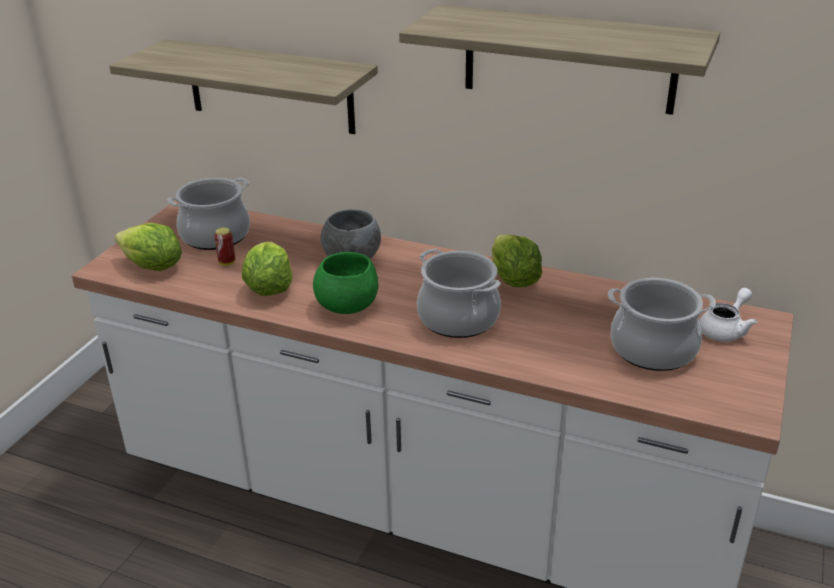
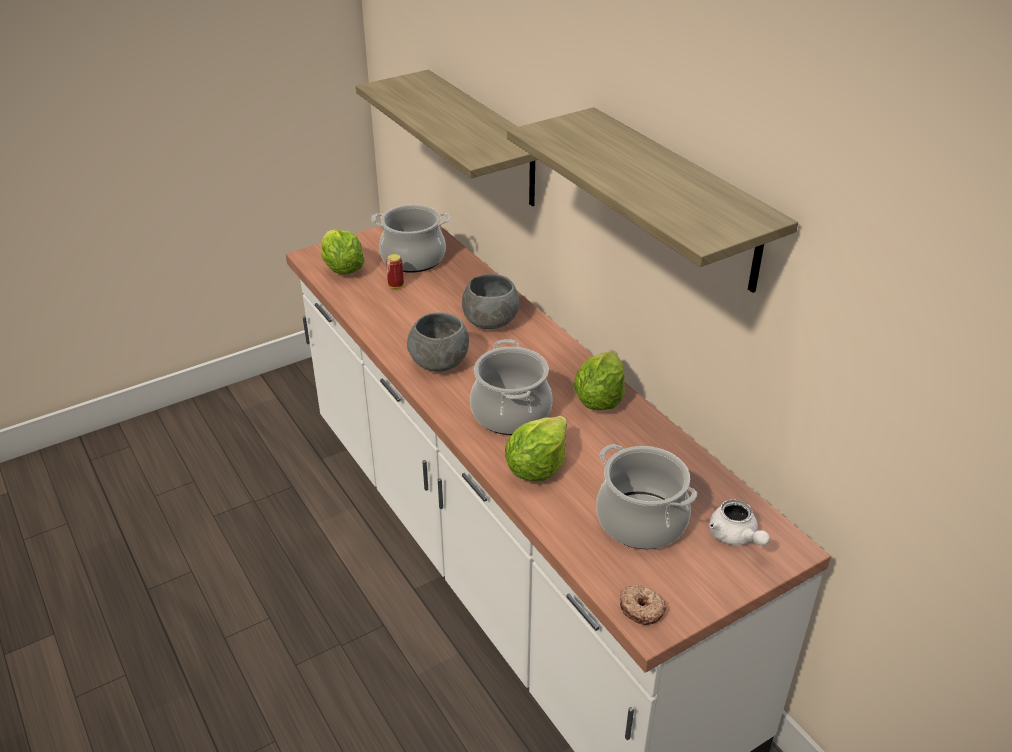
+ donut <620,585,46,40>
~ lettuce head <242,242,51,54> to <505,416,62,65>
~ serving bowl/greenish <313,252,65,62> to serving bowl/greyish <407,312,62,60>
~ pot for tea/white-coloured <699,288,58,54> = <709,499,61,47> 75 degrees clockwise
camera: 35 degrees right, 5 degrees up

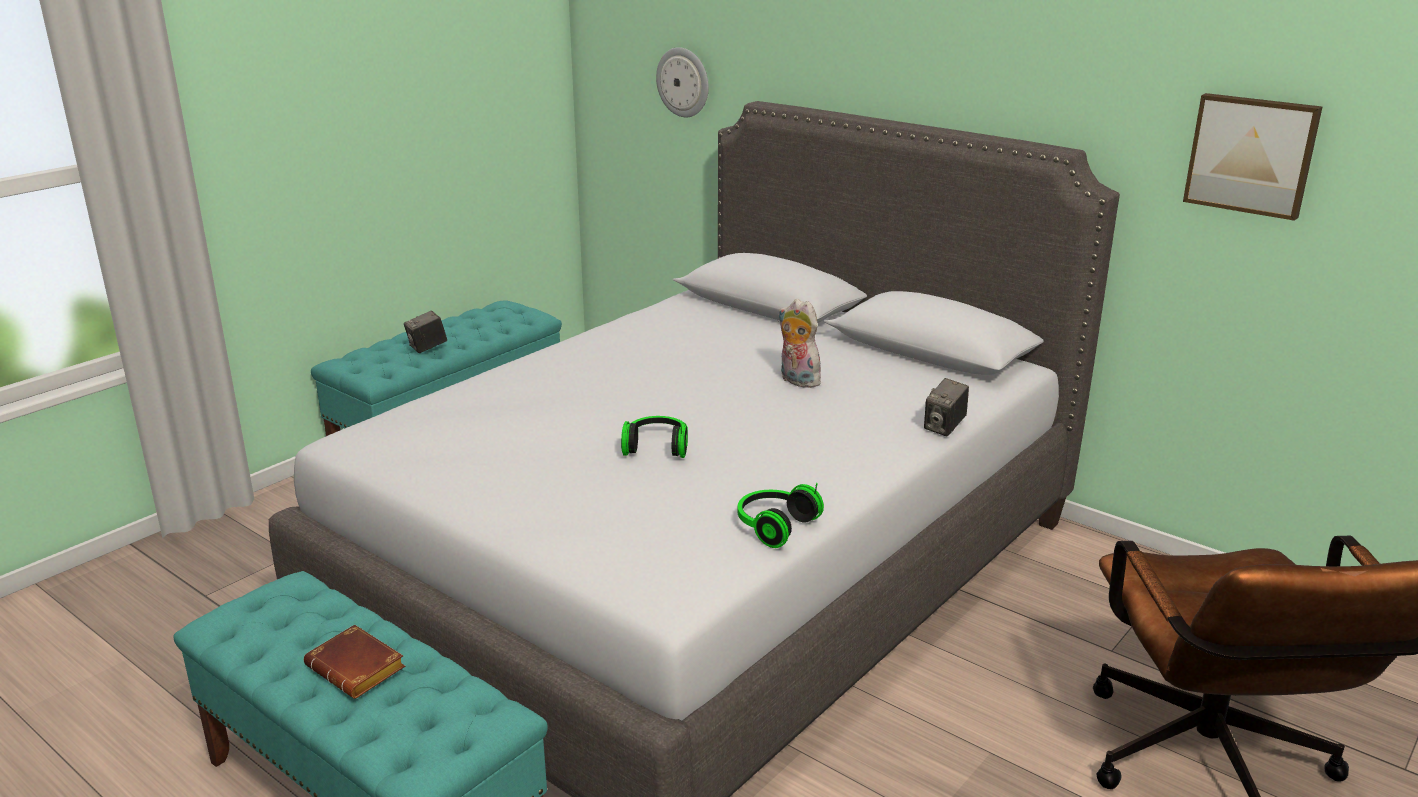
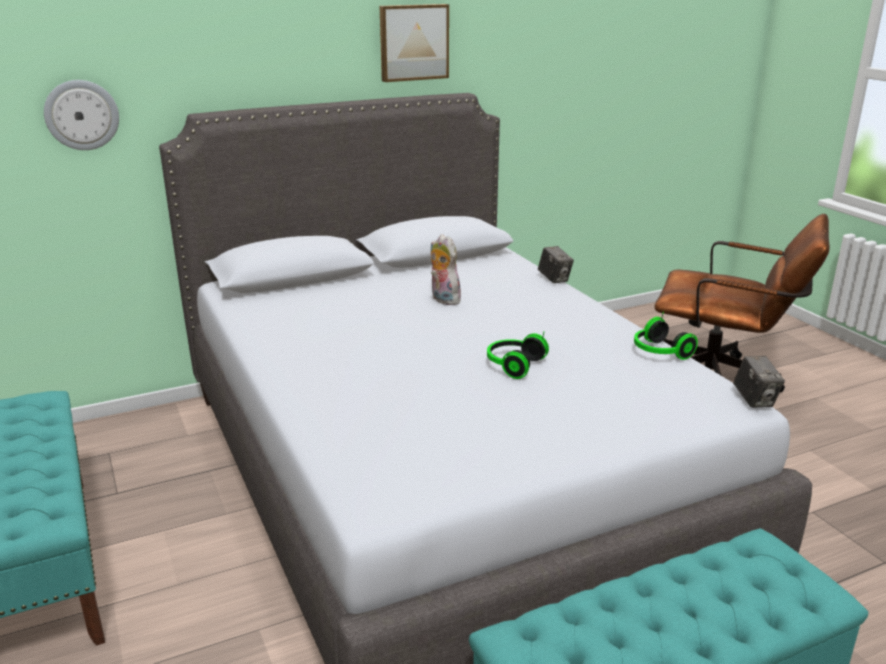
- book/brown <304,625,101,74>
~ photo camera <404,311,43,42> to <733,356,52,52>
~ picture <1183,93,139,128> to <380,4,69,78>
~ soft toy <778,299,48,89> = <431,234,30,71> 75 degrees clockwise
camera: 65 degrees left, 0 degrees up

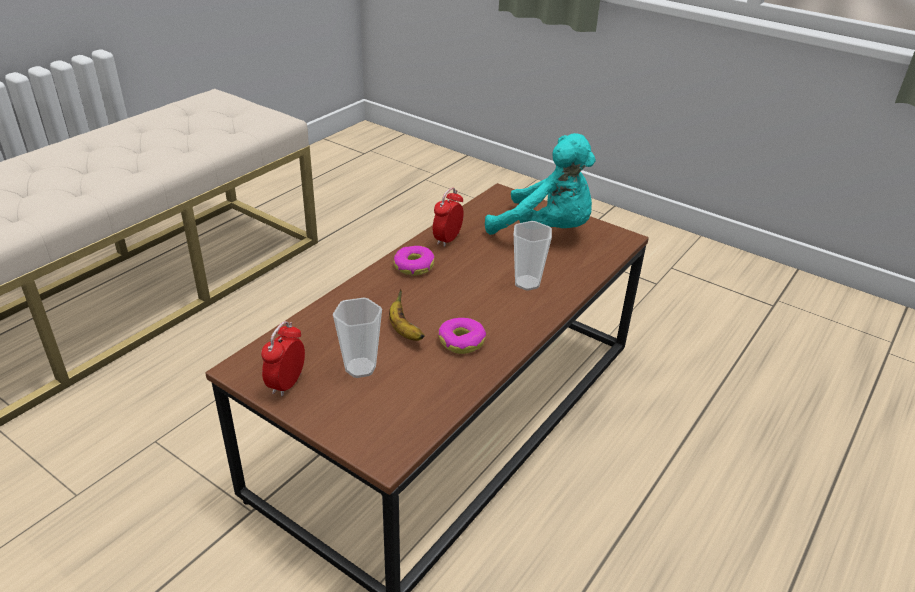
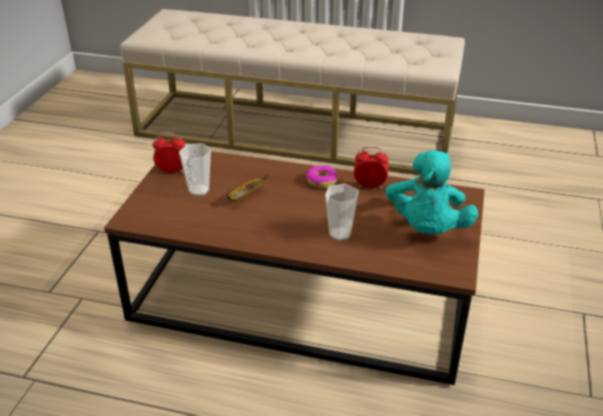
- donut <438,318,48,36>
camera: 70 degrees right, 0 degrees up

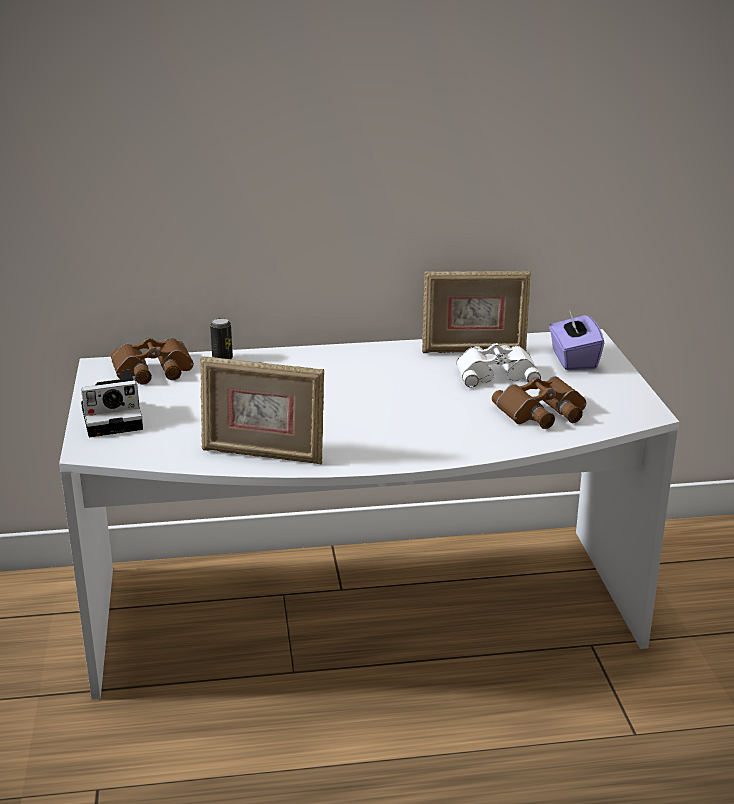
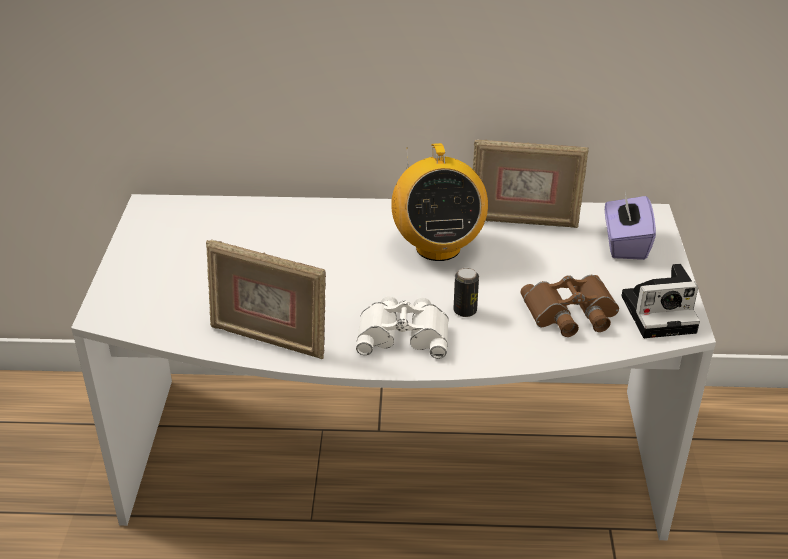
- binoculars/brown <111,337,83,48>
+ radio receiver <391,143,97,118>
~ photo camera <81,370,62,67> to <622,264,78,74>
~ can <210,318,23,41> to <453,268,26,49>
~ binoculars/white-coloured <456,343,85,45> to <356,296,93,63>
camera: 10 degrees right, 10 degrees up

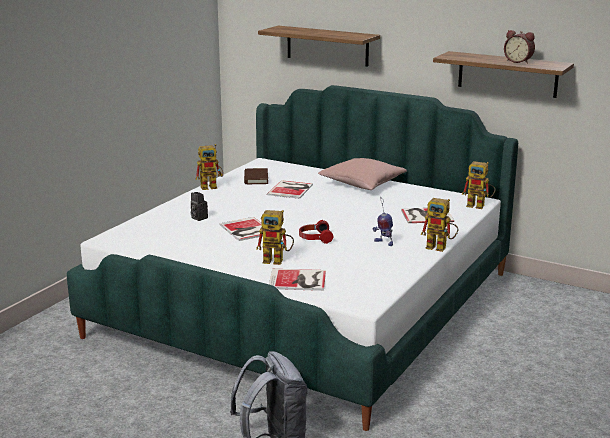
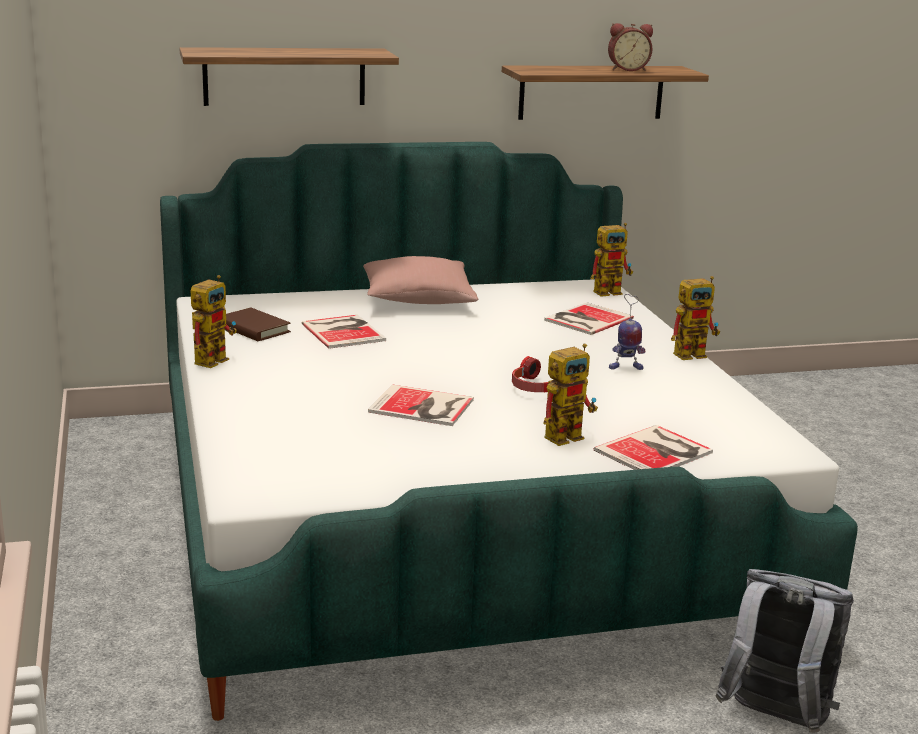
- photo camera <191,192,17,29>
camera: 45 degrees left, 0 degrees up

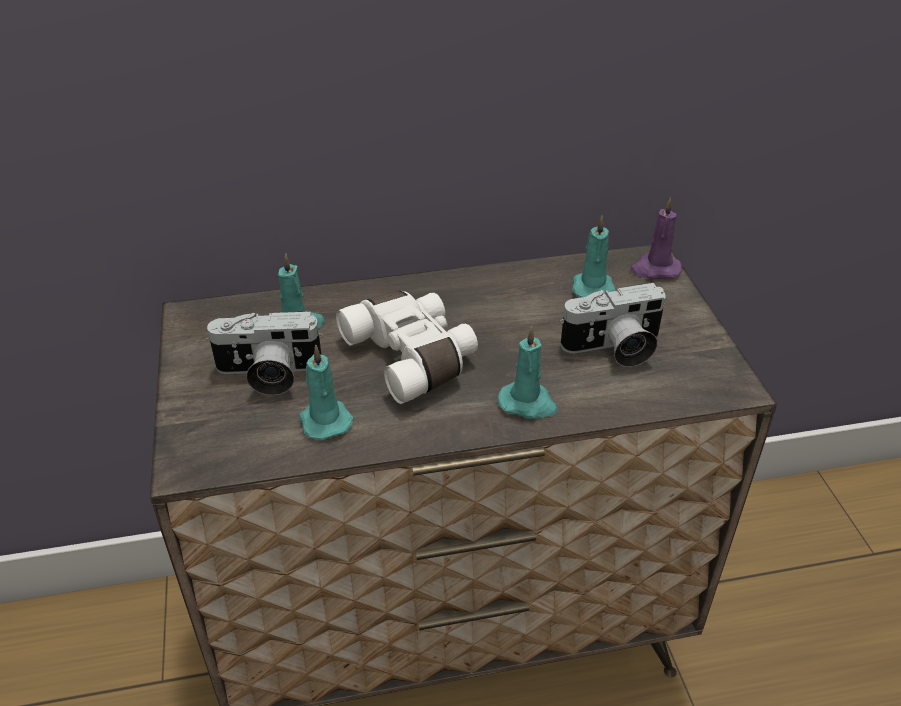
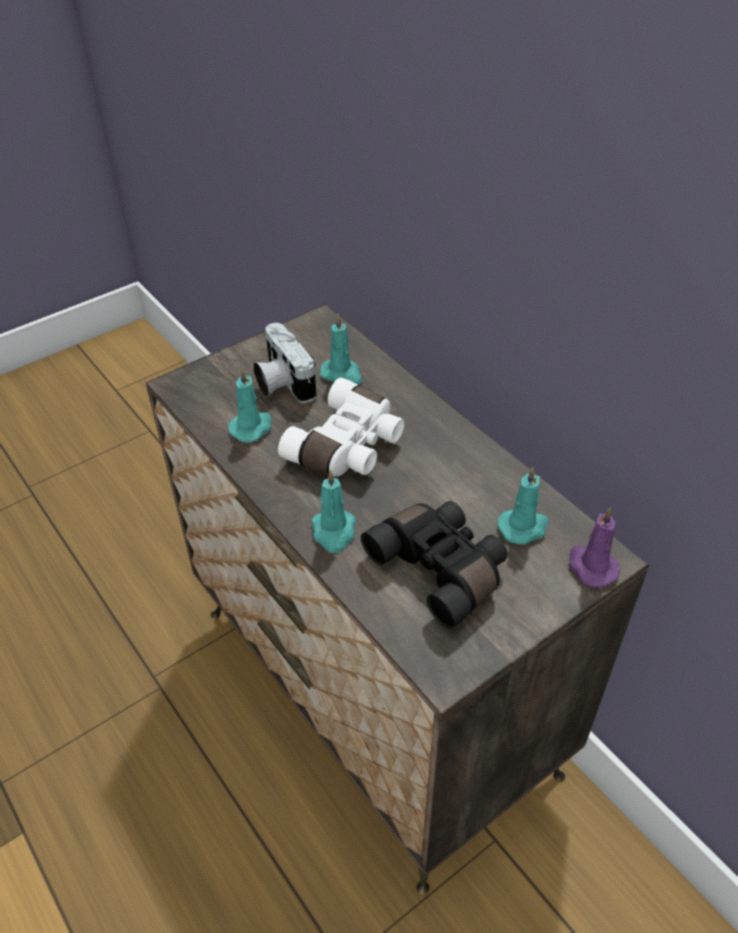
~ photo camera <560,283,106,84> to binoculars/black <361,501,147,128>
camera: 65 degrees right, 5 degrees up

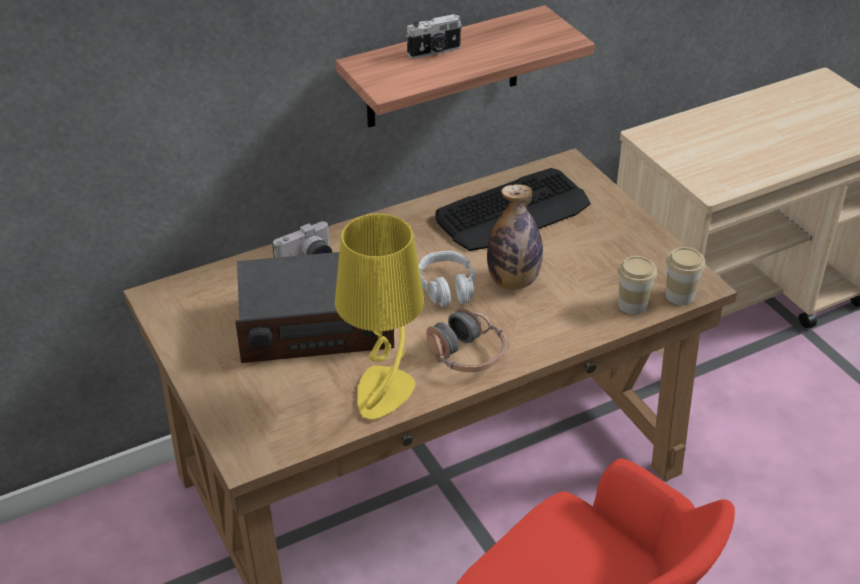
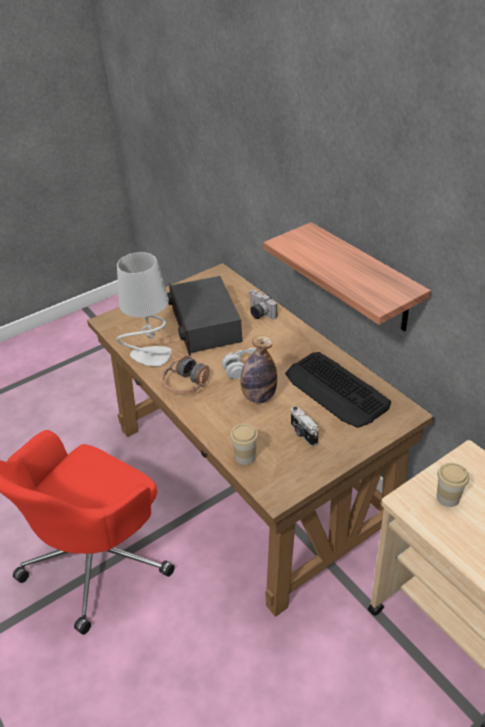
~ photo camera <406,14,56,45> to <291,406,27,40>
~ small cup <666,247,39,58> to <437,463,32,44>
~ tabletop lamp/yellowish <335,213,89,207> to tabletop lamp/greyish <117,252,55,114>
camera: 85 degrees right, 0 degrees up

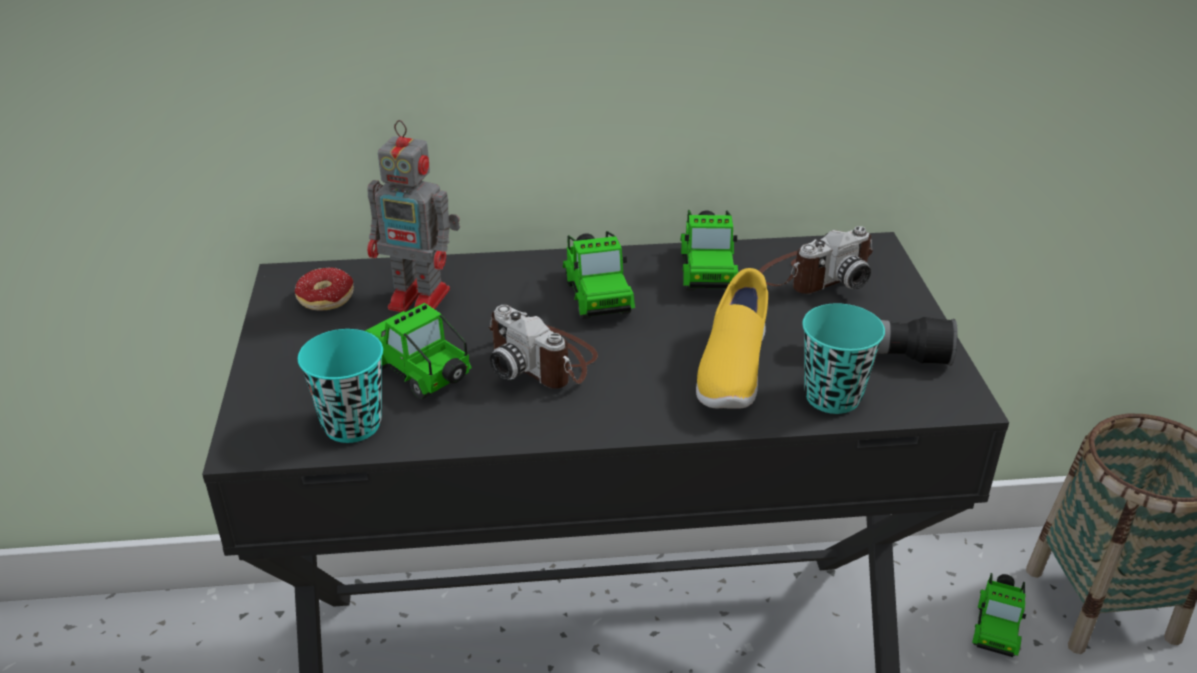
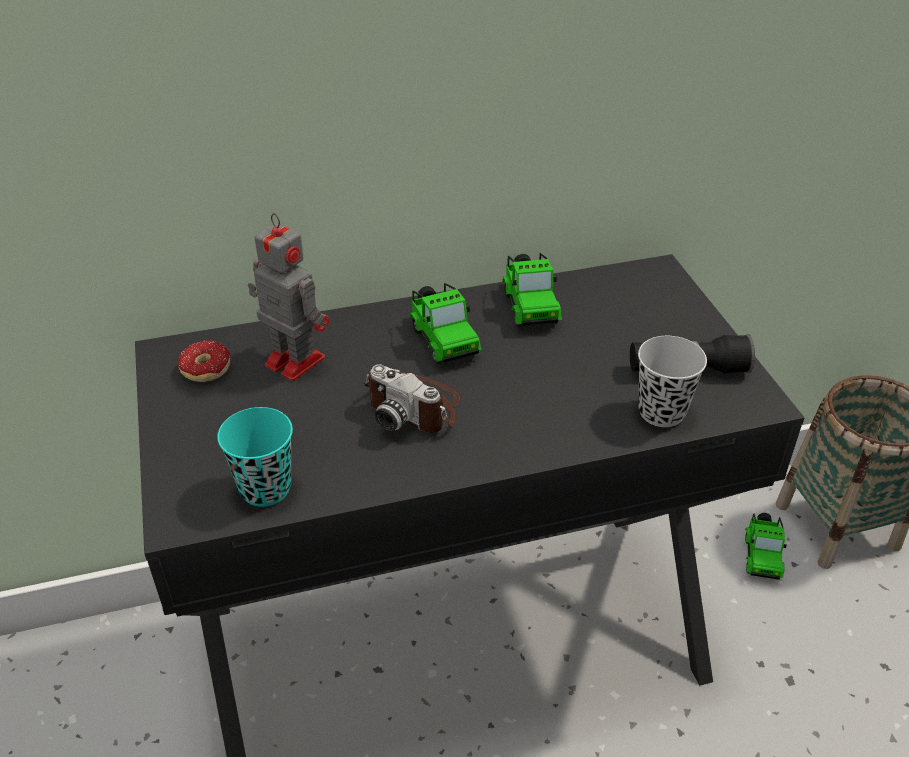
- toy car <365,303,107,96>
- shoe/yellowish <696,268,72,141>
- photo camera <759,226,114,68>
~ small cup/blue-green <802,303,83,111> to small cup/black <638,336,69,91>
~ toy robot <367,120,93,192> = <248,213,81,168> 150 degrees counterclockwise
camera: 10 degrees left, 5 degrees up

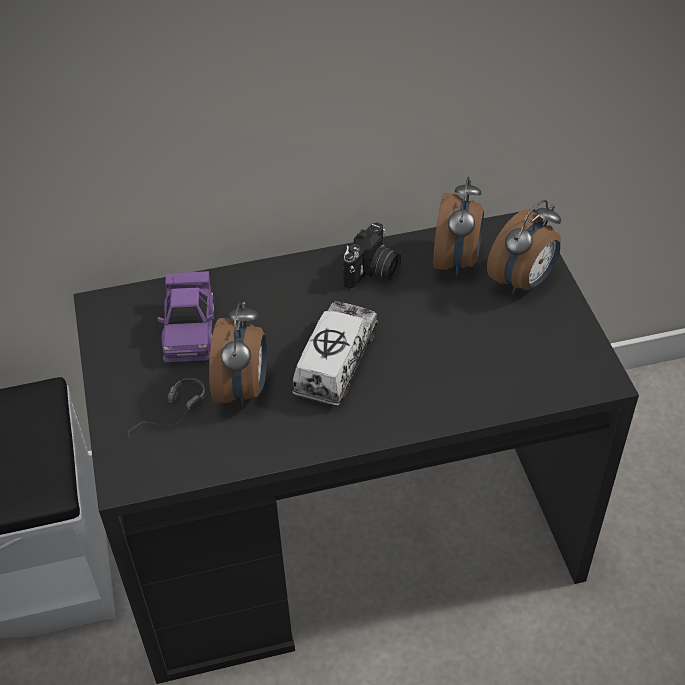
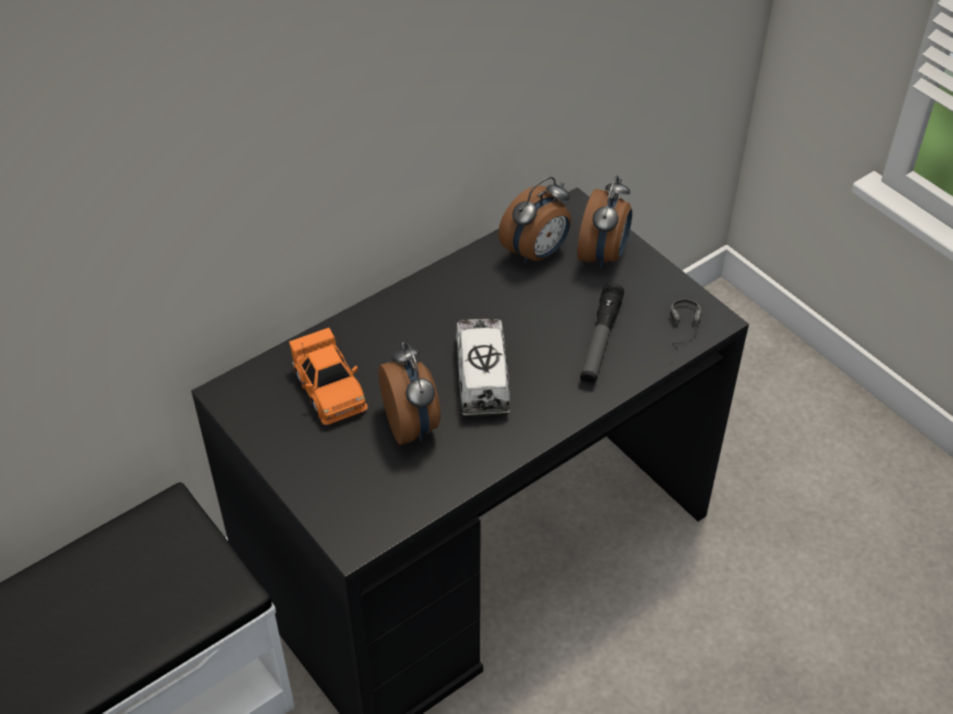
- photo camera <343,222,58,67>
+ torch <580,283,44,101>
~ headphones <128,378,77,59> to <670,298,32,58>
~ toy car/purple-coloured <157,271,58,92> to toy car/orange-coloured <289,328,79,97>
~ bedside clock <433,177,51,99> = <498,177,73,87> 60 degrees clockwise
camera: 25 degrees left, 0 degrees up

